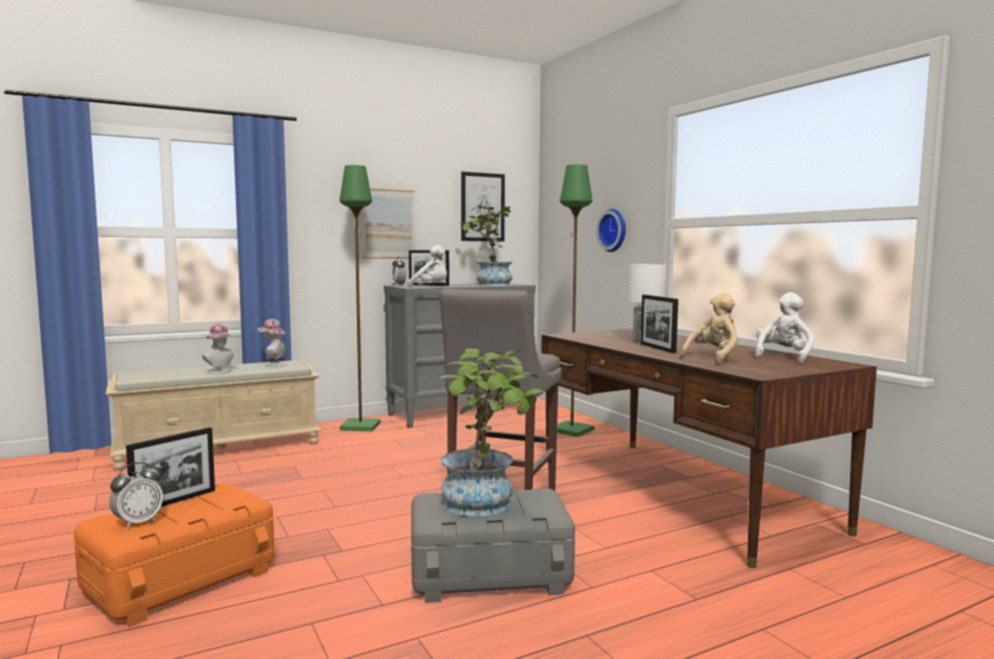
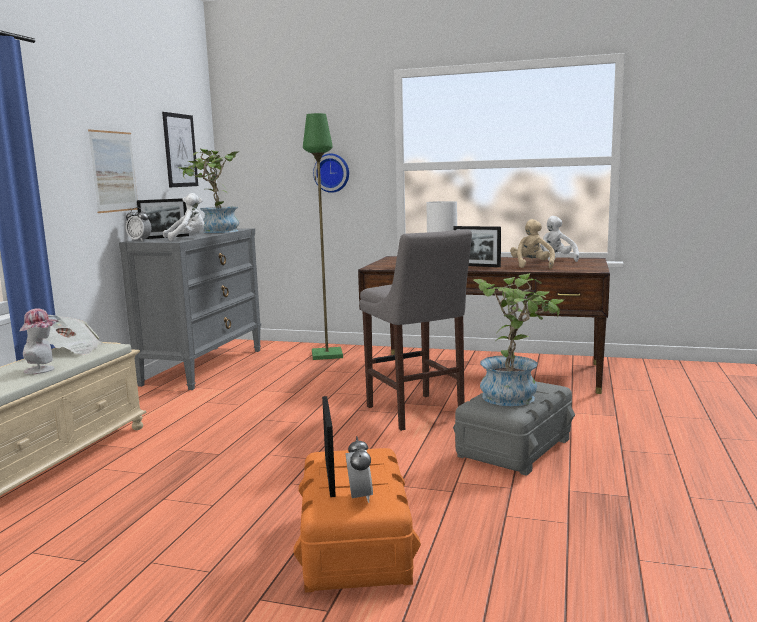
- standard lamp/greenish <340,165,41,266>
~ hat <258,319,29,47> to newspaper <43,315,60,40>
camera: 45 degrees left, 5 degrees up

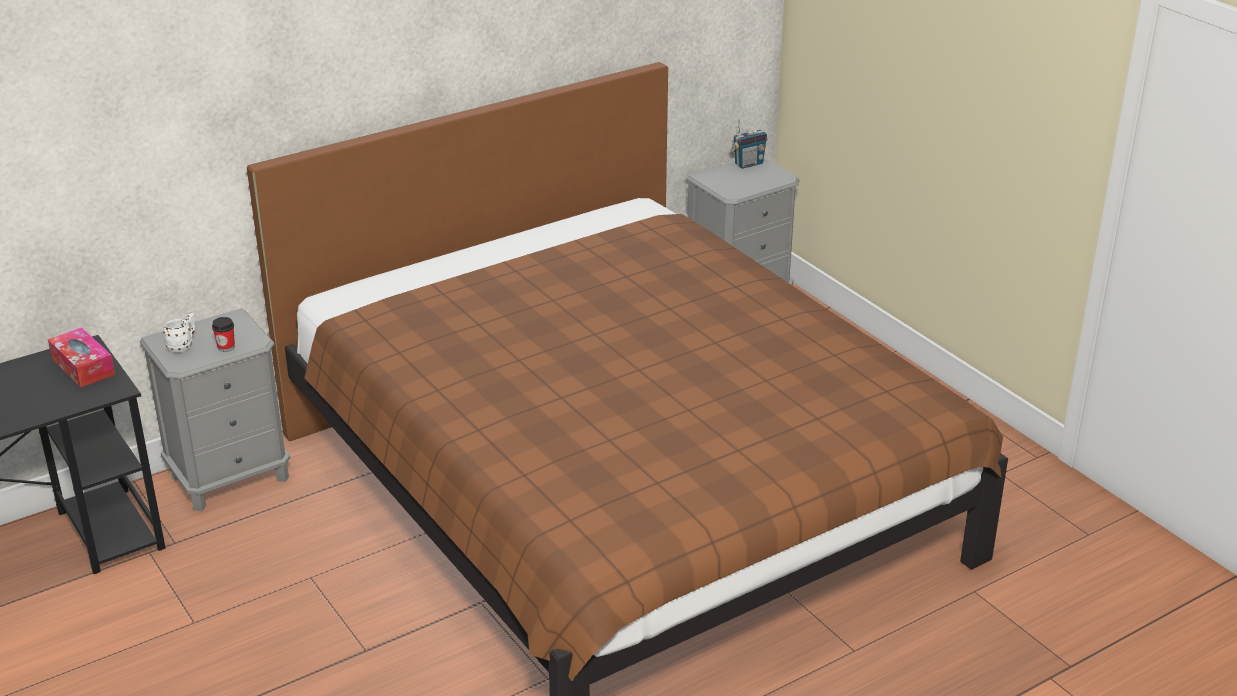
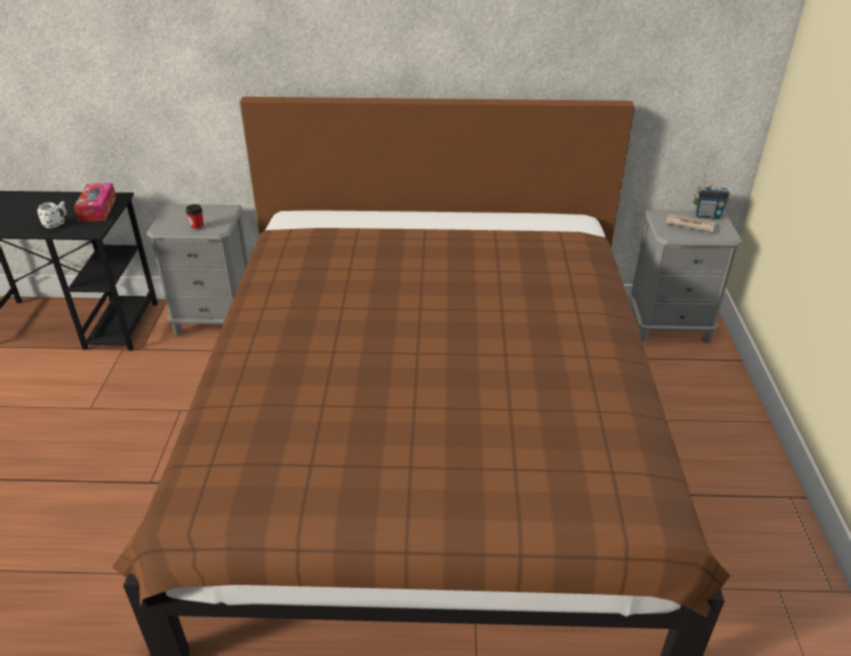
+ newspaper <666,214,49,19>
~ coffee mug/white-coloured <163,313,32,40> to <37,201,30,27>
camera: 35 degrees right, 5 degrees up

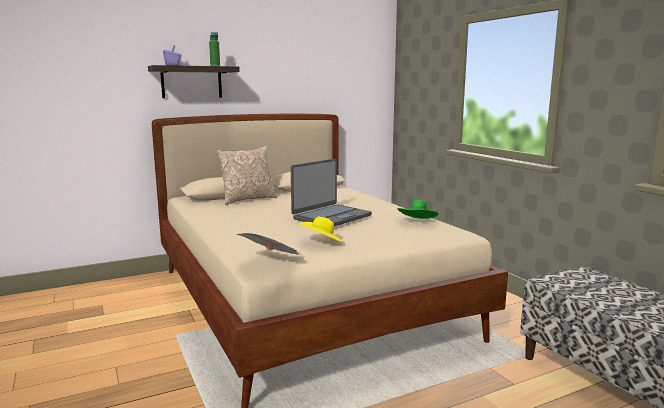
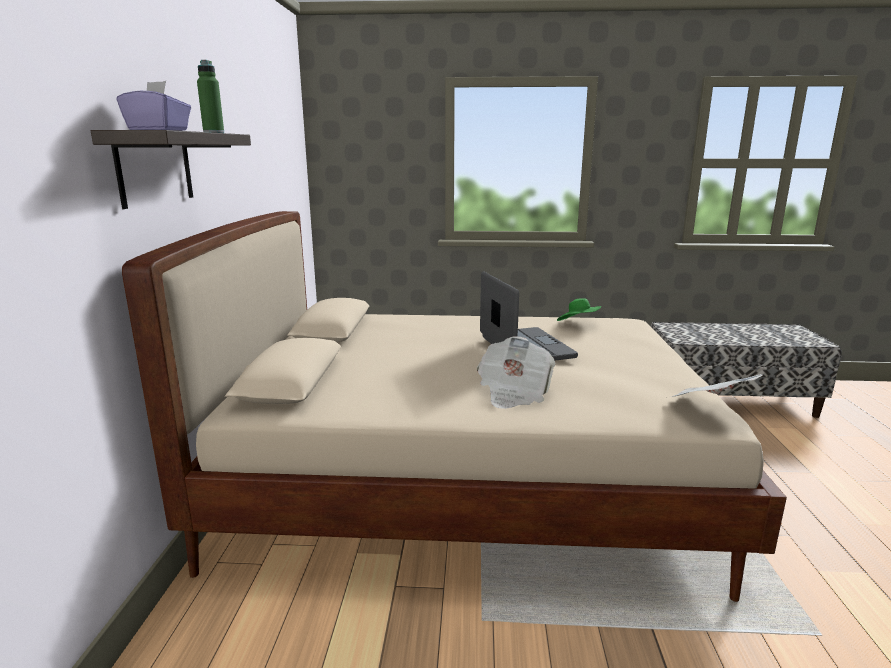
- throw pillow <216,146,61,59>
- hat/yellowish <299,216,45,27>
+ newspaper <477,336,78,73>
camera: 60 degrees left, 5 degrees up

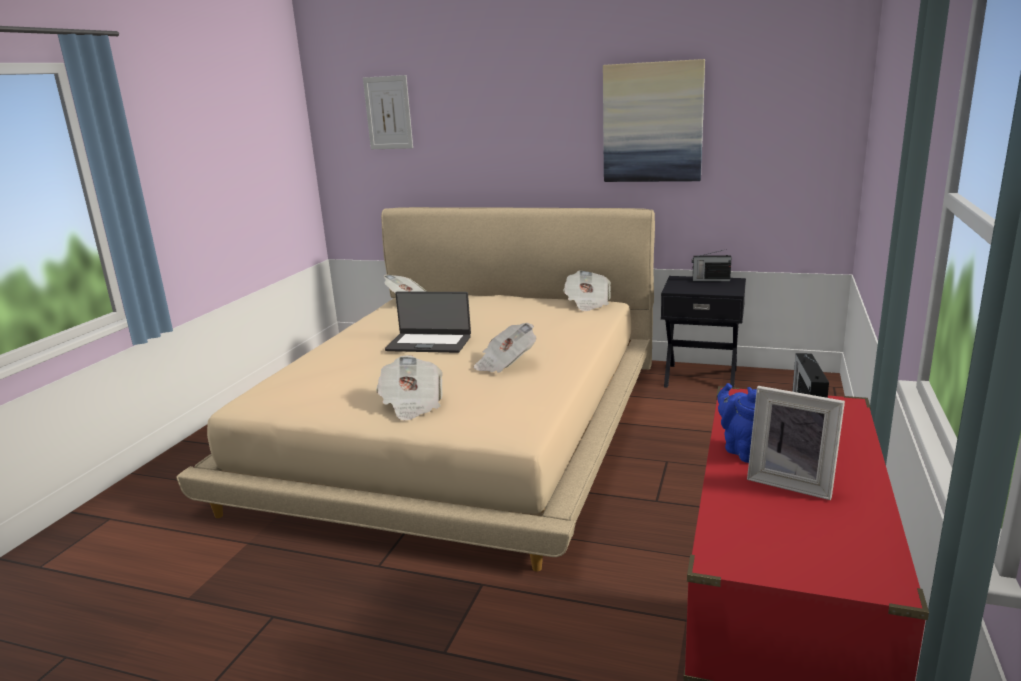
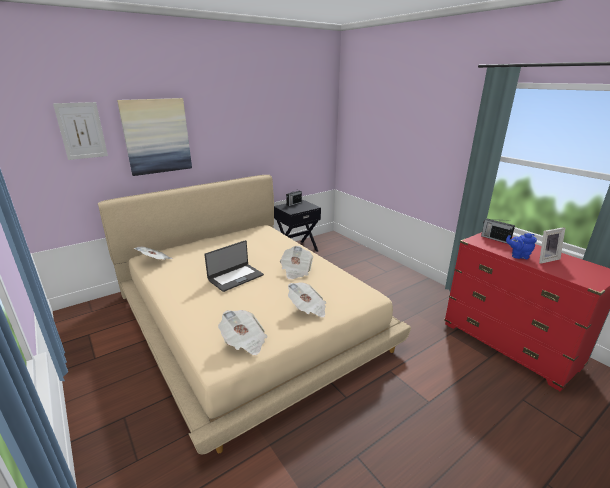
~ newspaper <563,270,48,41> to <218,310,50,45>
~ picture <603,59,102,123> to <117,98,75,78>
camera: 55 degrees left, 5 degrees up

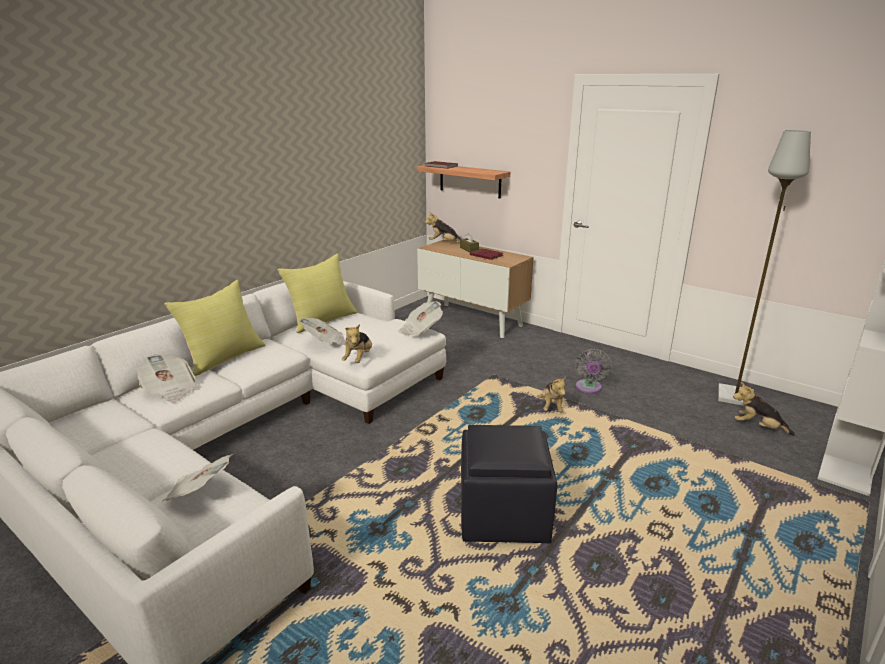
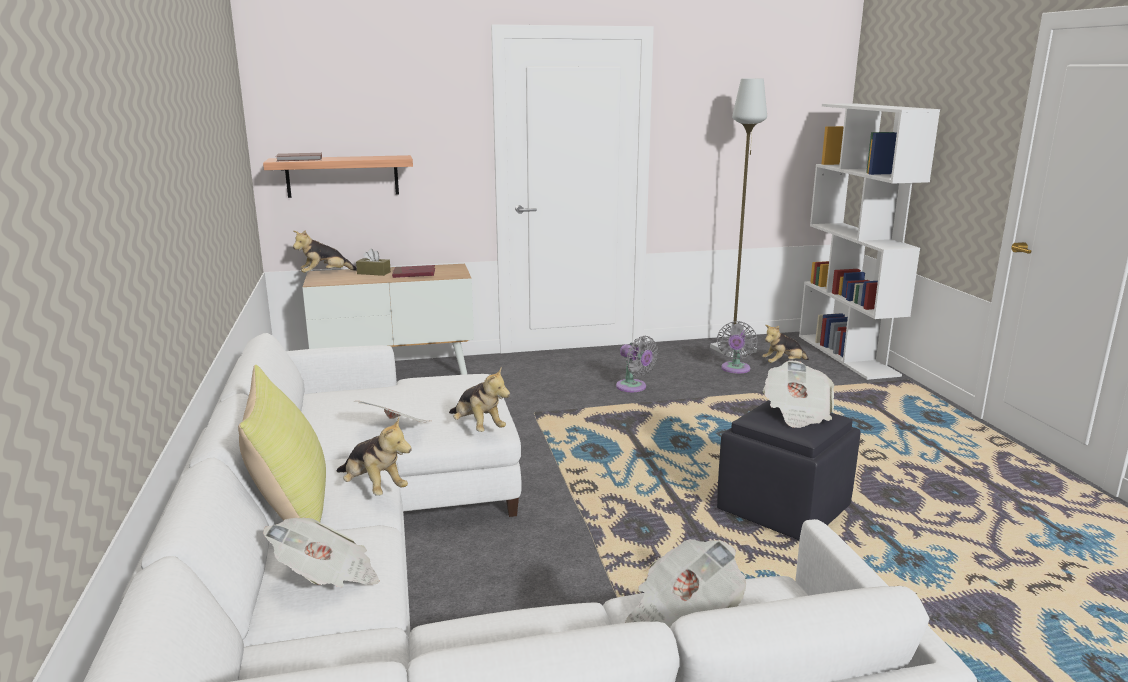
- throw pillow/yellowish <277,253,81,80>
+ fan/greyish <717,321,40,53>
~ newspaper <399,301,44,35> to <763,360,71,68>
~ soft toy <538,377,28,35> to <336,417,76,79>
camera: 50 degrees left, 5 degrees down

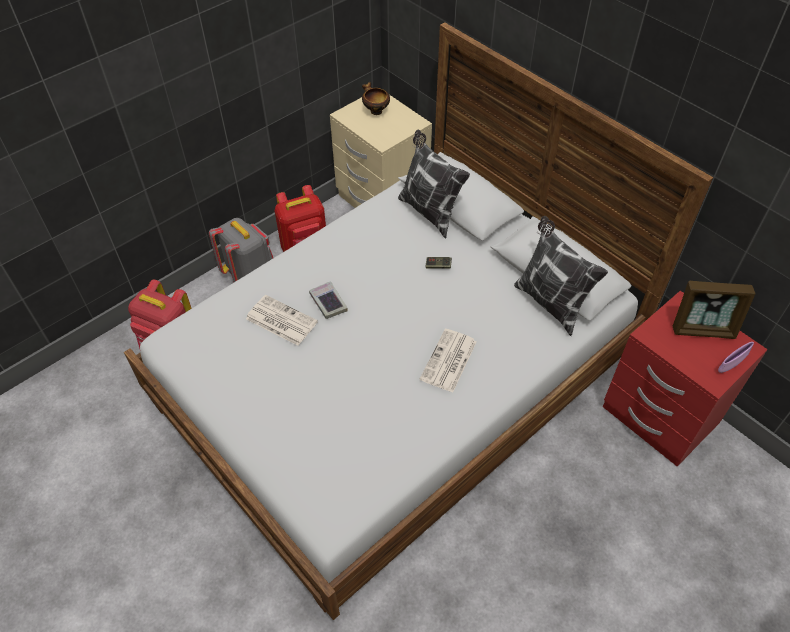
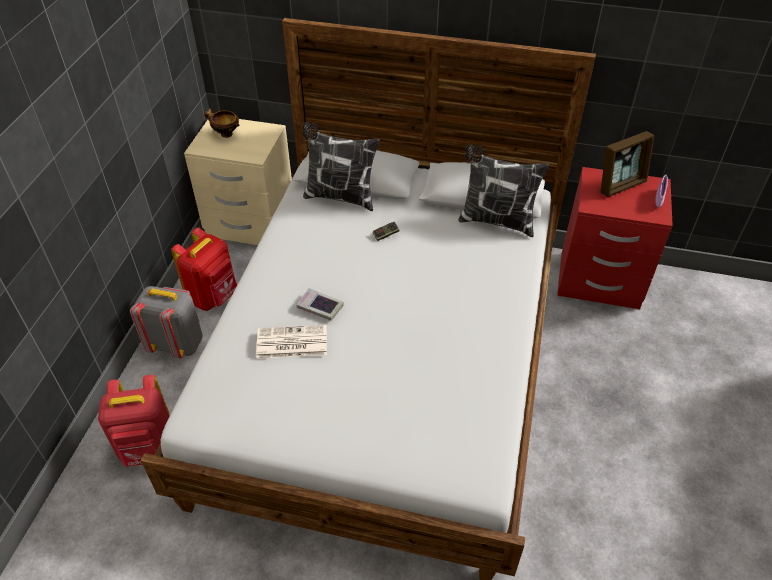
- newspaper <420,329,56,64>
camera: 35 degrees left, 5 degrees down

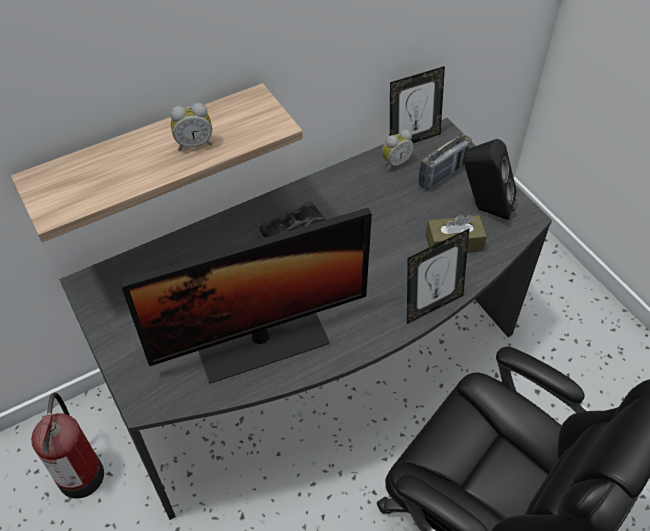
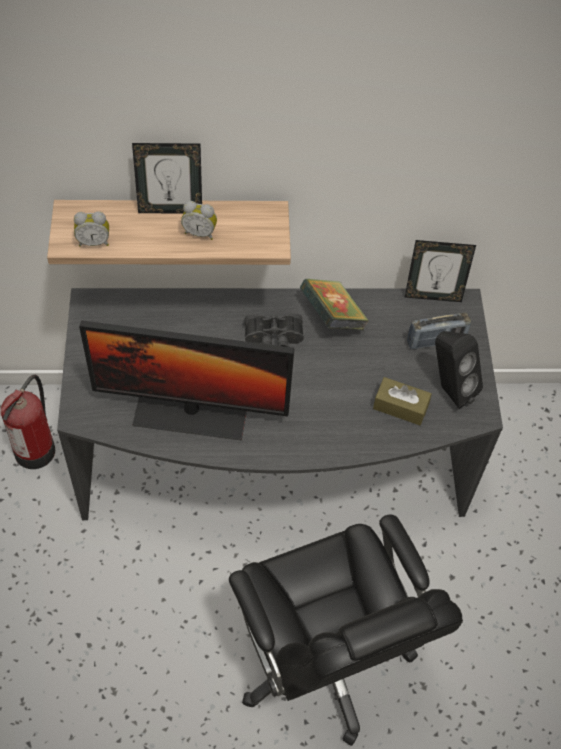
+ book <300,279,69,51>
~ bedside clock <382,130,32,41> to <74,211,35,36>
~ photo frame <407,229,62,95> to <132,143,70,70>
camera: 25 degrees right, 5 degrees up

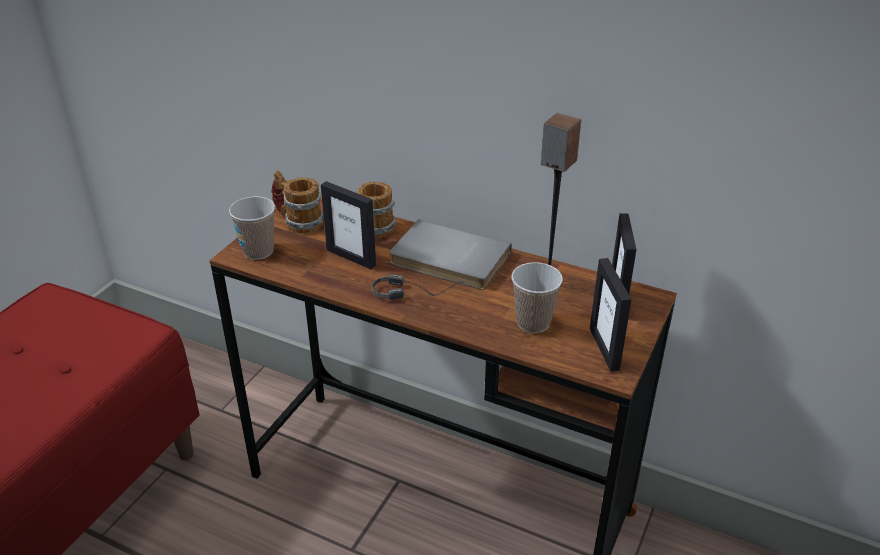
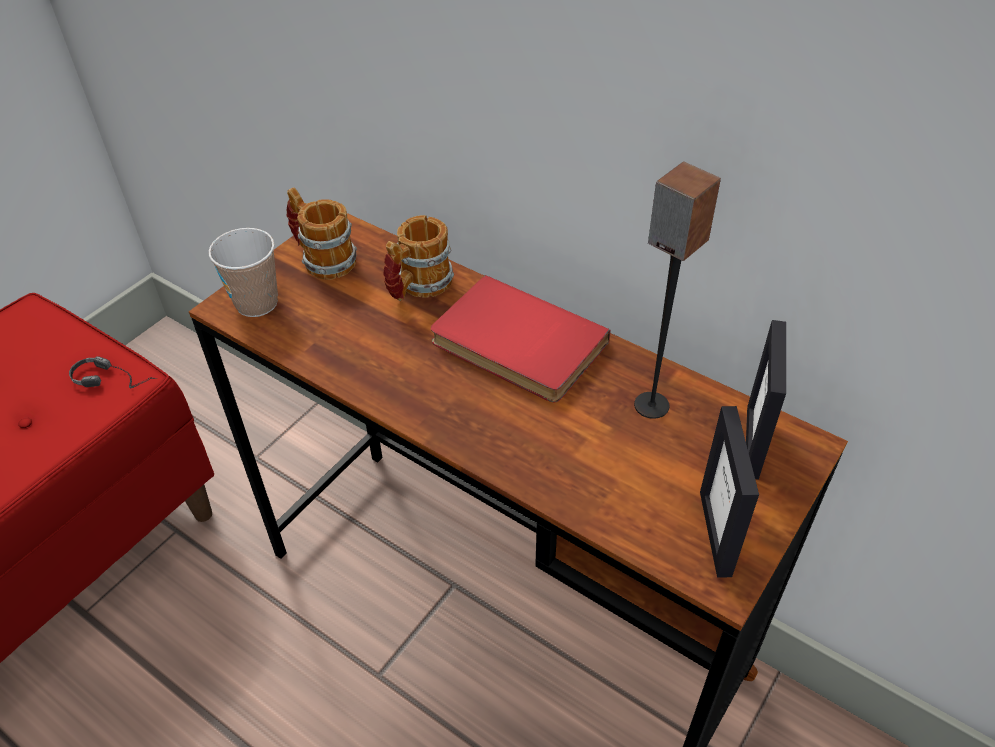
- photo frame <321,181,55,88>
- small cup <511,262,52,71>
~ headphones <372,275,92,25> to <69,356,88,32>
~ book/greyish <390,219,122,71> to book/red-coloured <431,275,179,128>
camera: 10 degrees right, 10 degrees up

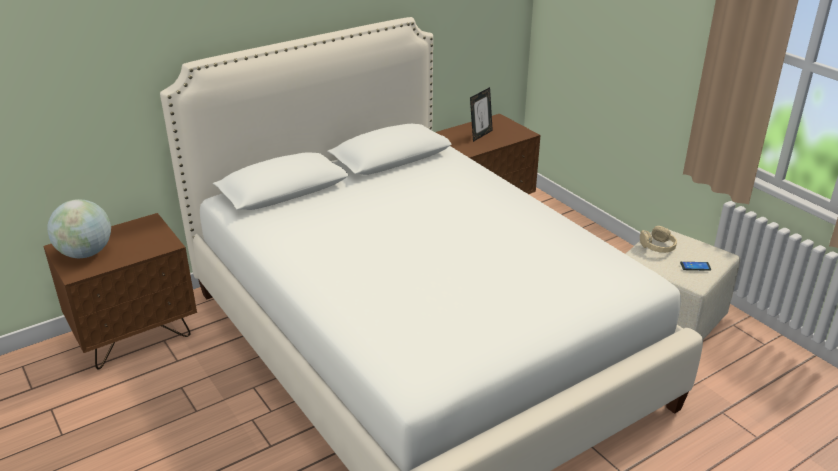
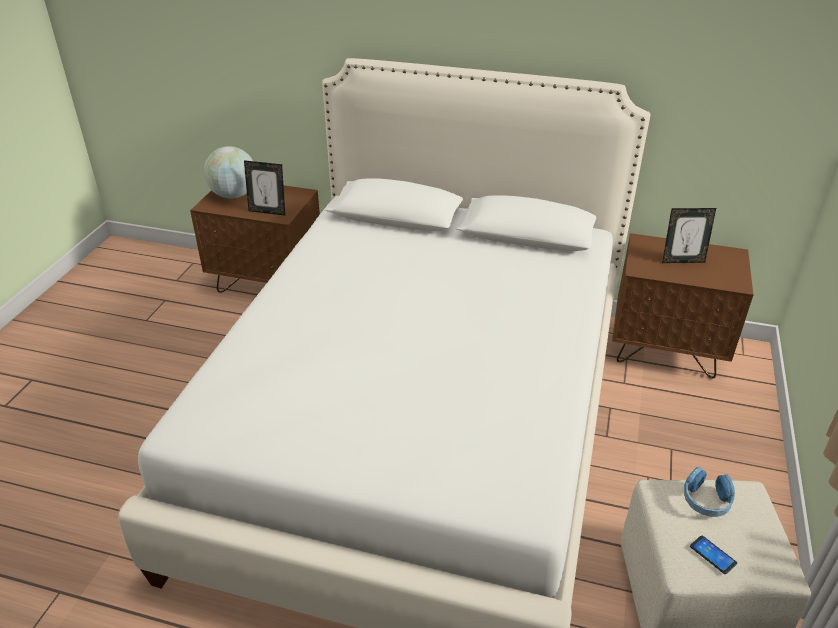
+ photo frame <244,160,41,56>
~ headphones/beige <640,226,37,27> to headphones/blue-coloured <684,467,51,50>
camera: 50 degrees right, 5 degrees up

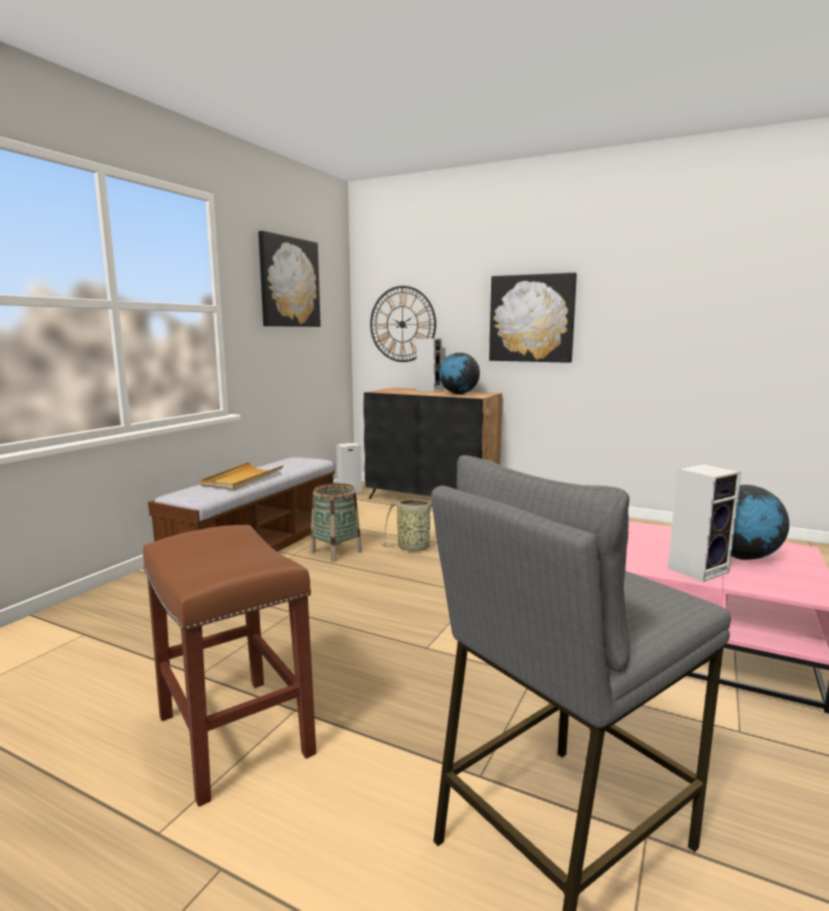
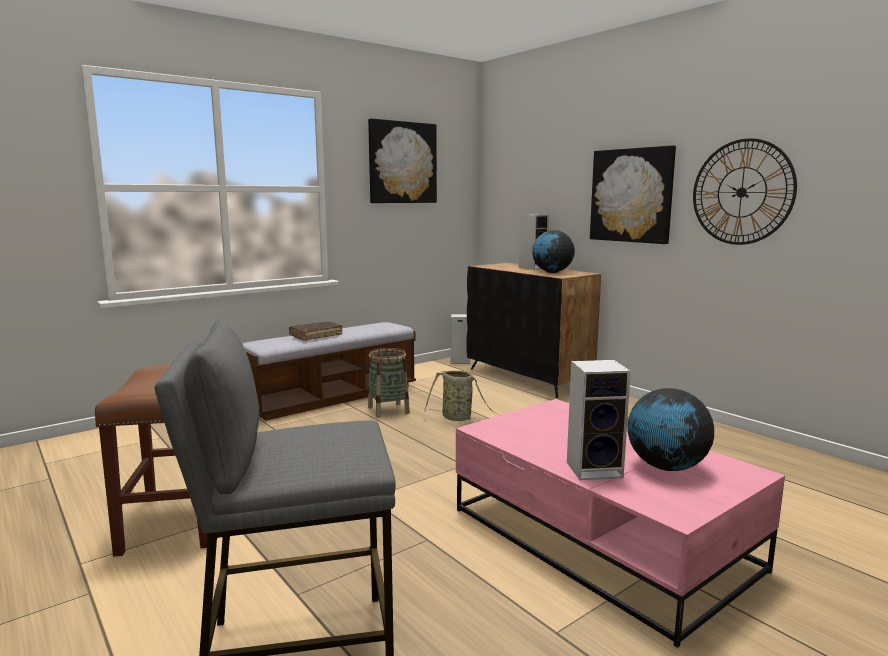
~ hanging clock <370,286,66,76> to <693,138,104,107>
~ carrying tray/beige <200,462,84,28> to book/brown <289,321,53,20>
camera: 25 degrees right, 0 degrees up

